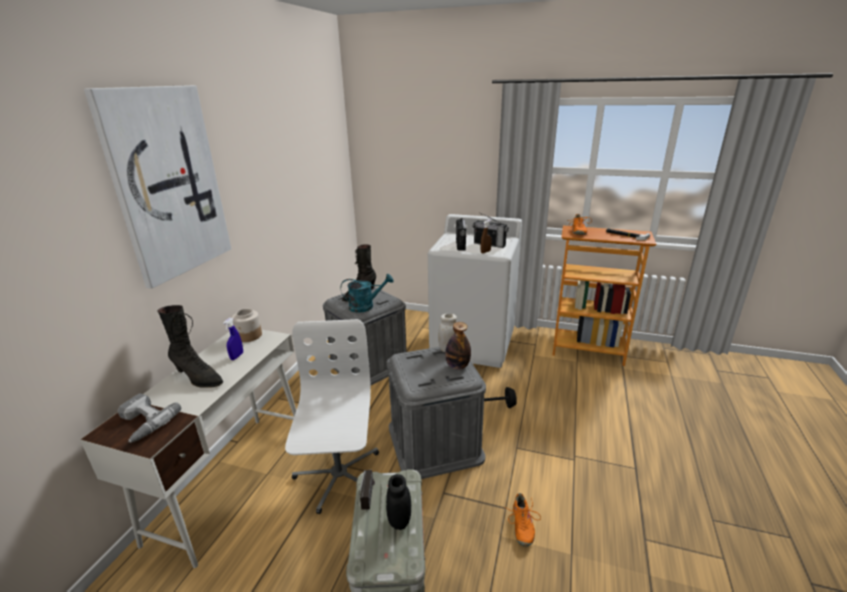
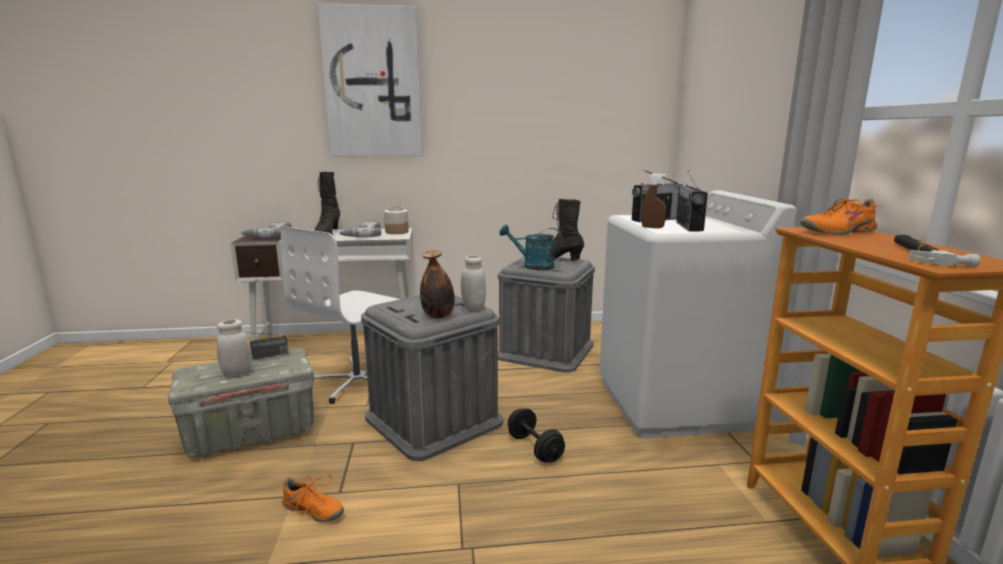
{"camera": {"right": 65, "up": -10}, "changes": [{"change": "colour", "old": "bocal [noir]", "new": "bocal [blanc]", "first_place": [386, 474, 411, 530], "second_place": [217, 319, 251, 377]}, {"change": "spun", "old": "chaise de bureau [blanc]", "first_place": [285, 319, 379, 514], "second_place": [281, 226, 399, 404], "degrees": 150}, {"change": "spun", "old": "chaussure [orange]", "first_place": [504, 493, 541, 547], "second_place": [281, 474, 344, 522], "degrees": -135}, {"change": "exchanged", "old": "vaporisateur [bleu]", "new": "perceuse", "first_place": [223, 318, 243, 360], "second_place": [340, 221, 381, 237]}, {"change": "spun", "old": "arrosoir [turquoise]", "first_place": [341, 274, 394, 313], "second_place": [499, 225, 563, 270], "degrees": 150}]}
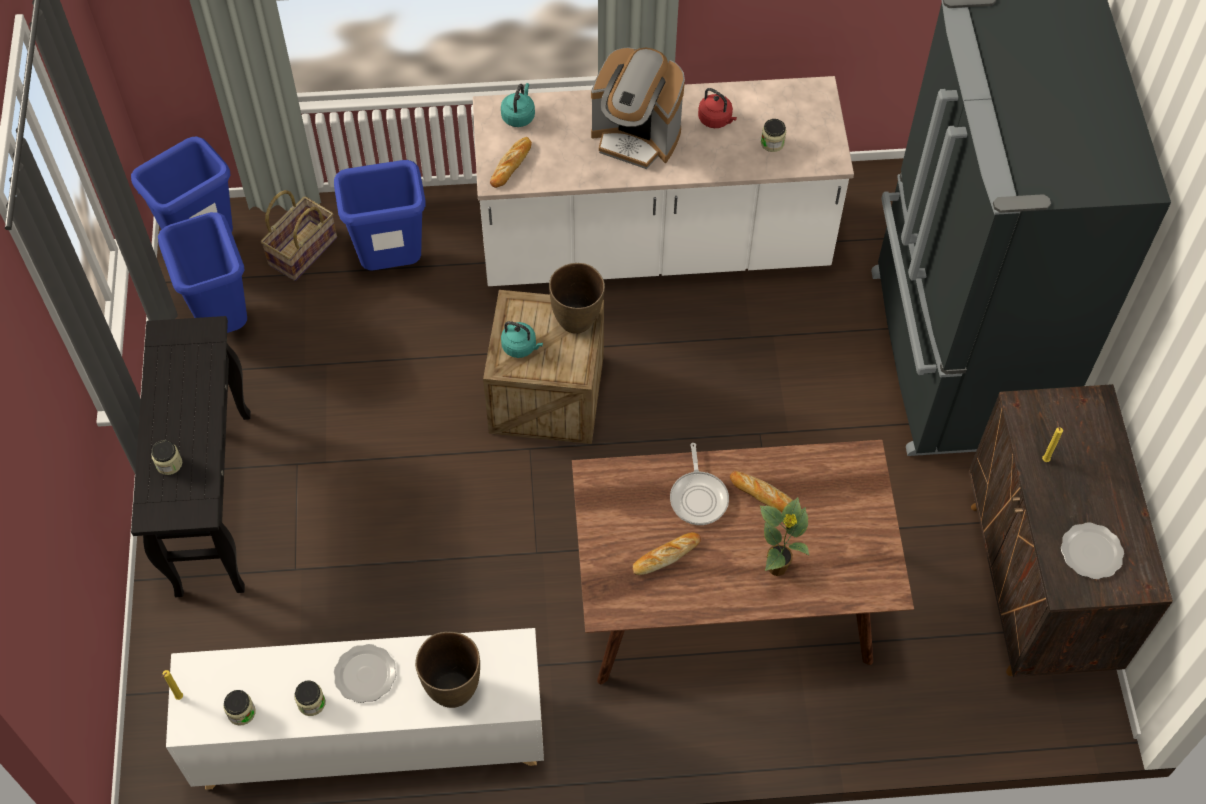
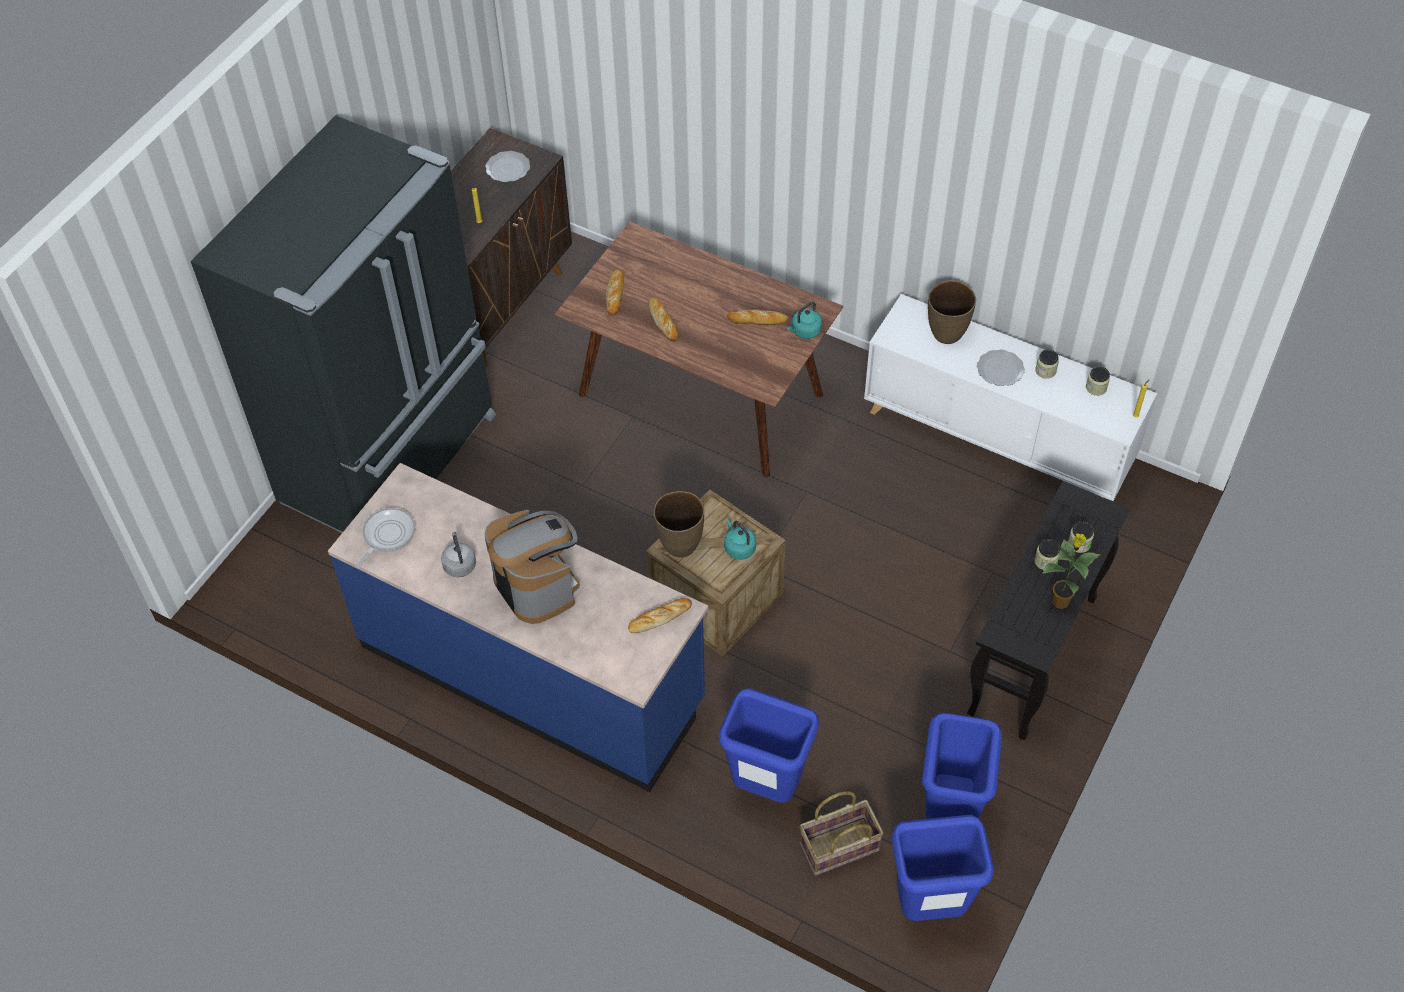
{"camera": {"right": -145, "up": -5}, "changes": [{"change": "colour", "old": "comptoir de cuisine [blanc]", "new": "comptoir de cuisine [bleu]", "first_place": [473, 76, 854, 286], "second_place": [328, 463, 708, 792]}, {"change": "relocated", "old": "poêle", "first_place": [670, 443, 729, 525], "second_place": [355, 508, 415, 569]}, {"change": "colour", "old": "bouilloire [rouge]", "new": "bouilloire [gris]", "first_place": [698, 88, 737, 128], "second_place": [441, 532, 476, 577]}, {"change": "appeared", "new": "pain", "second_place": [606, 270, 624, 315]}, {"change": "relocated", "old": "bouilloire [turquoise]", "first_place": [501, 83, 535, 127], "second_place": [787, 301, 822, 339]}, {"change": "relocated", "old": "bocal", "first_place": [761, 119, 786, 152], "second_place": [1034, 539, 1060, 570]}, {"change": "relocated", "old": "plante en pot", "first_place": [760, 497, 810, 576], "second_place": [1042, 533, 1101, 609]}]}
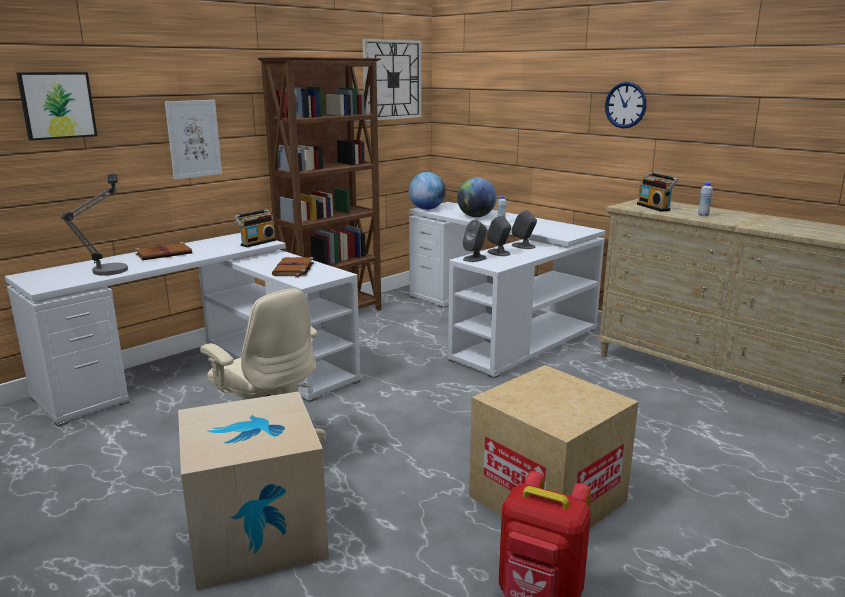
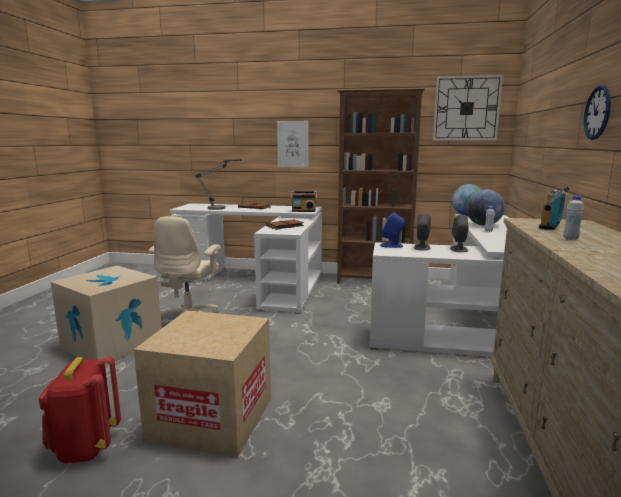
{"camera": {"right": 55, "up": -5}, "changes": [{"change": "colour", "old": "enceinte [gris]", "new": "enceinte [bleu]", "first_place": [462, 220, 487, 262], "second_place": [380, 212, 405, 248]}, {"change": "missing", "old": "tableau", "first_place": [16, 72, 97, 141]}]}
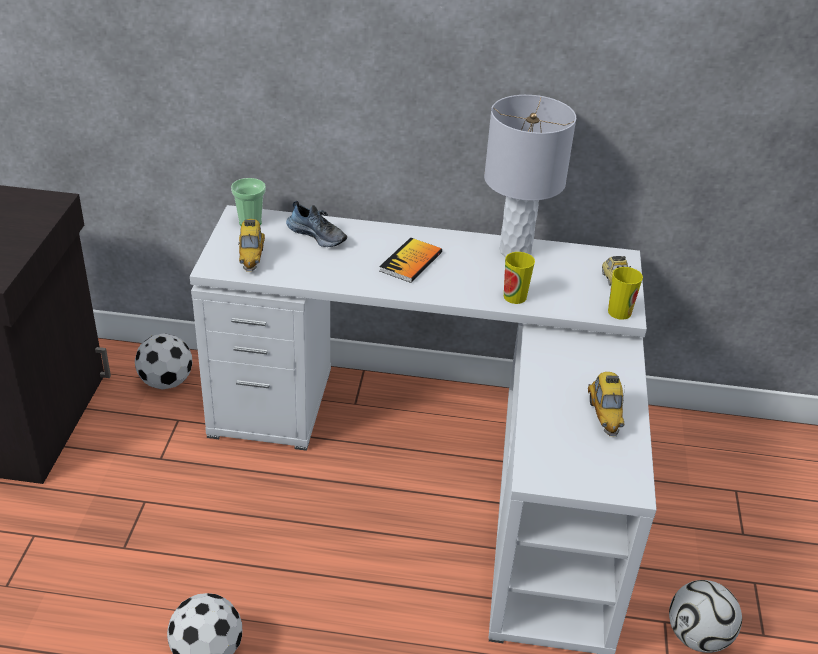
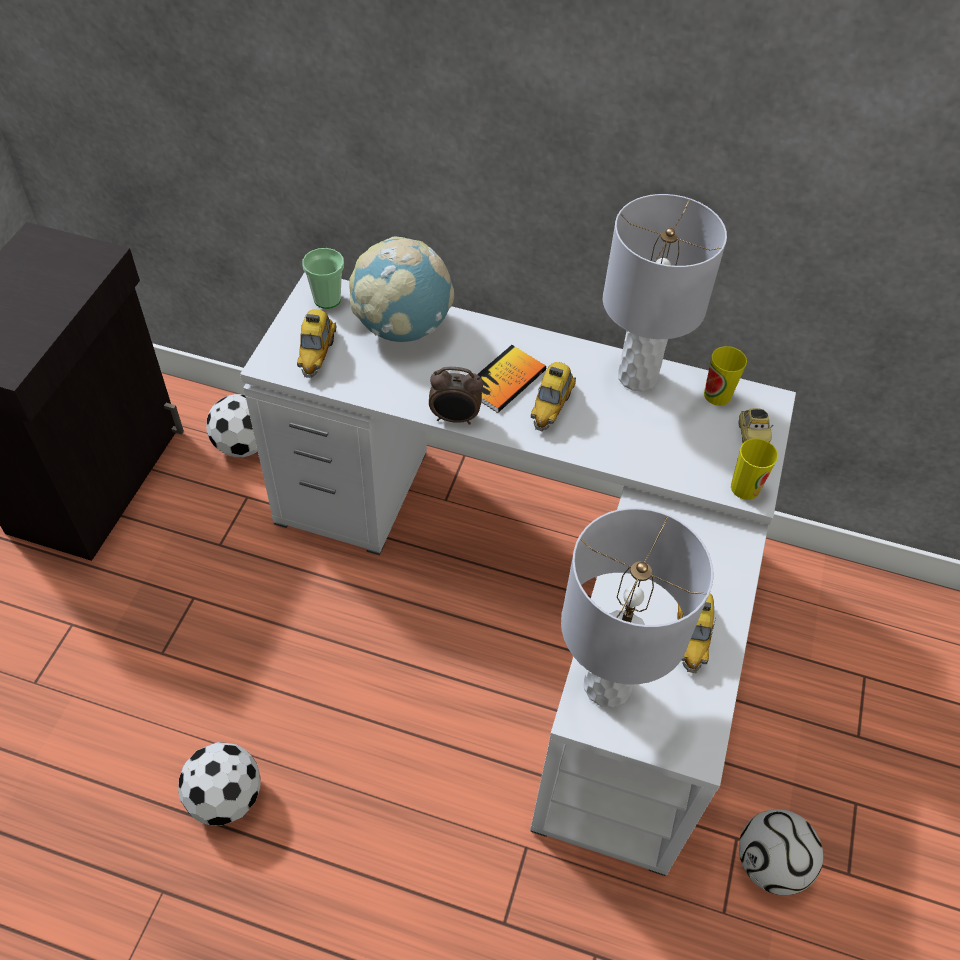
{"camera": {"right": 10, "up": 15}, "changes": [{"change": "exchanged", "old": "chaussure", "new": "globe", "first_place": [286, 201, 347, 247], "second_place": [349, 237, 454, 342]}, {"change": "appeared", "new": "réveil", "second_place": [429, 367, 483, 425]}, {"change": "appeared", "new": "petite voiture", "second_place": [531, 362, 576, 431]}, {"change": "appeared", "new": "lampe de table [gris]", "second_place": [561, 508, 713, 708]}, {"change": "relocated", "old": "tasse", "first_place": [504, 252, 535, 304], "second_place": [704, 346, 747, 406]}]}
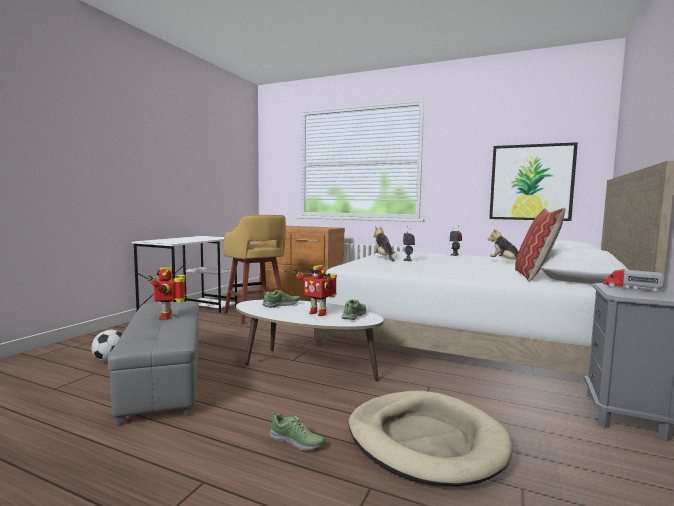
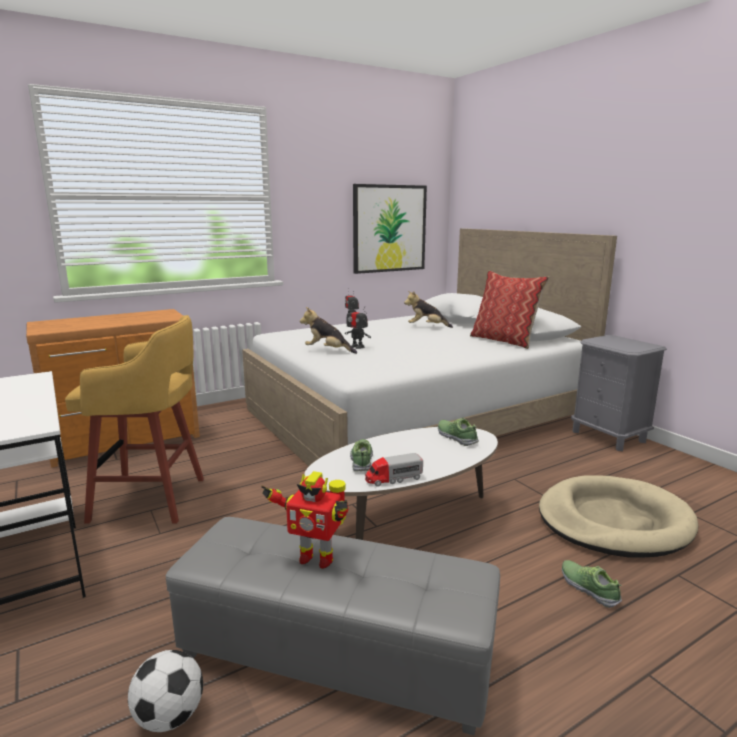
{"camera": {"right": -55, "up": 10}, "changes": [{"change": "relocated", "old": "camion jouet", "first_place": [603, 269, 665, 292], "second_place": [365, 453, 423, 487]}, {"change": "spun", "old": "chaussure", "first_place": [270, 412, 324, 450], "second_place": [562, 560, 622, 608], "degrees": -90}, {"change": "missing", "old": "robot jouet", "first_place": [294, 265, 337, 316]}]}
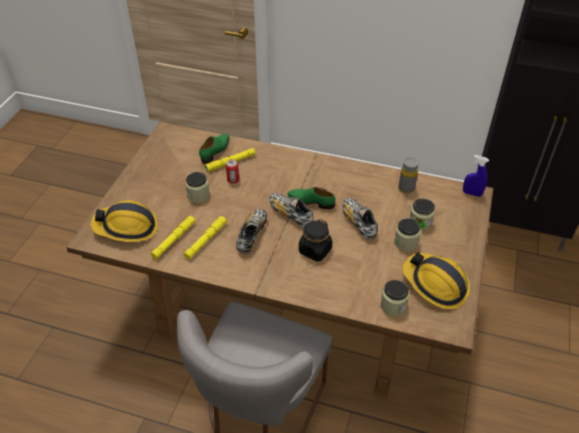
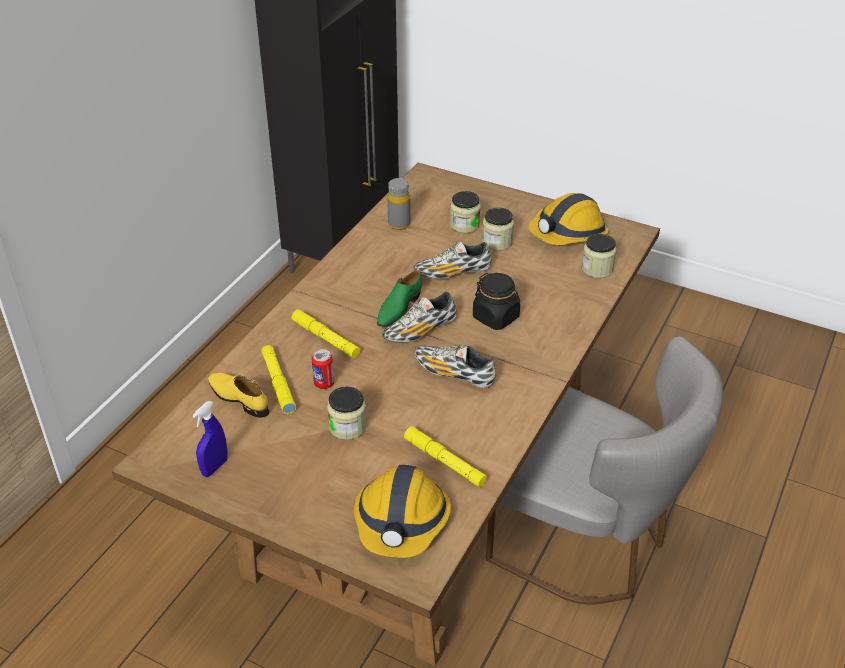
{"camera": {"right": -80, "up": -5}, "changes": [{"change": "relocated", "old": "vaporisateur [bleu]", "first_place": [463, 155, 489, 197], "second_place": [192, 401, 228, 477]}, {"change": "colour", "old": "chaussure [vert]", "new": "chaussure [jaune]", "first_place": [199, 134, 230, 164], "second_place": [208, 373, 269, 418]}, {"change": "relocated", "old": "lampe de poche [jaune]", "first_place": [183, 216, 227, 260], "second_place": [292, 309, 361, 358]}]}
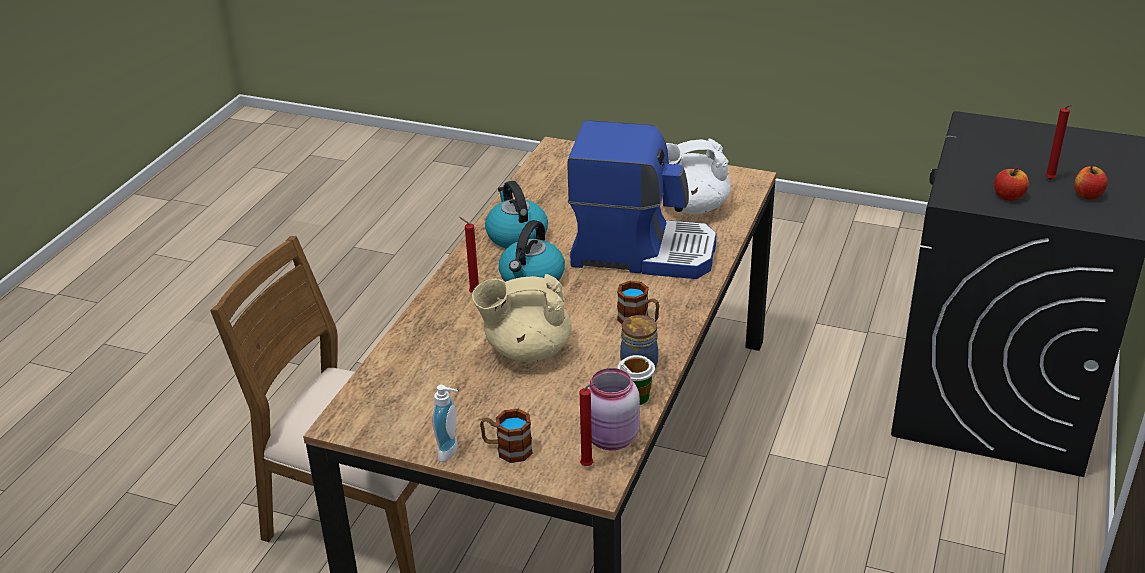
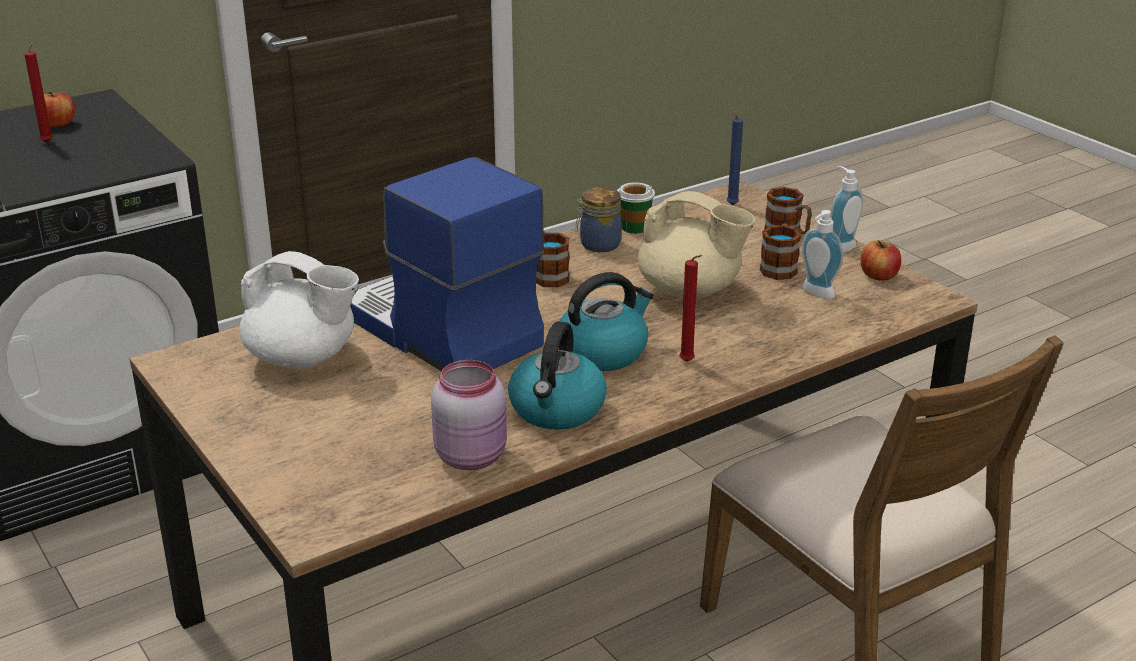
{"camera": {"right": -145, "up": -5}, "changes": [{"change": "relocated", "old": "bocal [rose]", "first_place": [587, 368, 640, 450], "second_place": [431, 360, 507, 470]}, {"change": "colour", "old": "bougie [rouge]", "new": "bougie [bleu]", "first_place": [580, 383, 597, 466], "second_place": [727, 108, 743, 205]}, {"change": "appeared", "new": "mug", "second_place": [760, 223, 801, 280]}, {"change": "appeared", "new": "distributeur de savon", "second_place": [802, 210, 843, 299]}, {"change": "relocated", "old": "pomme", "first_place": [994, 168, 1029, 201], "second_place": [861, 240, 901, 281]}]}
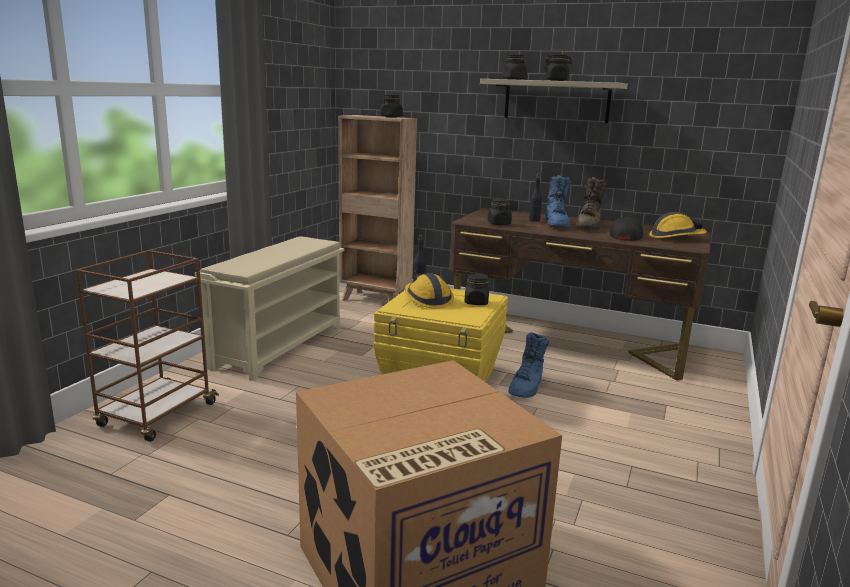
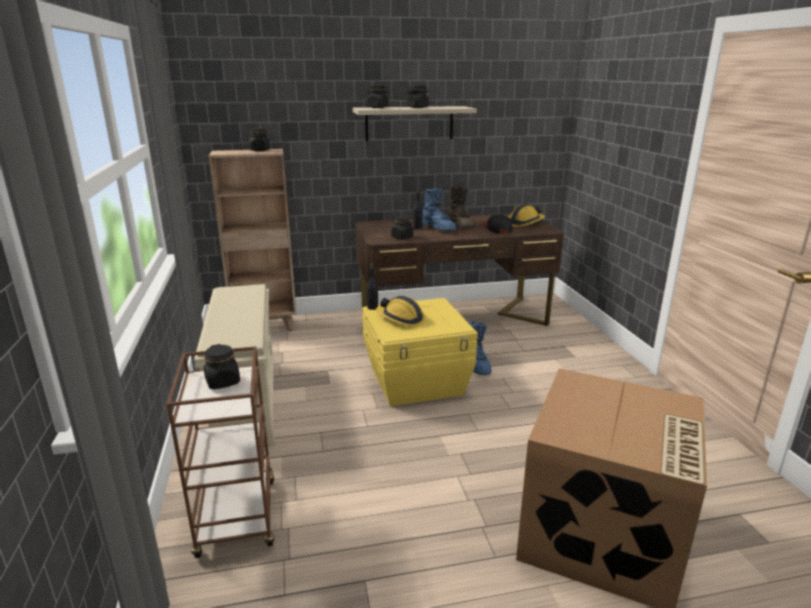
{"camera": {"right": -35, "up": 5}, "changes": [{"change": "relocated", "old": "bocal [noir]", "first_place": [464, 273, 489, 305], "second_place": [204, 344, 240, 389]}]}
